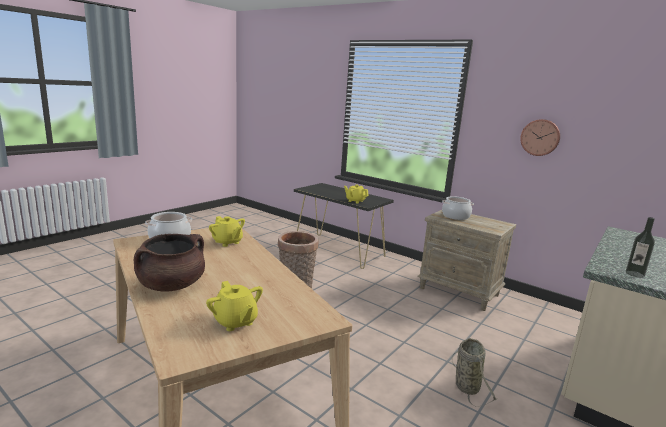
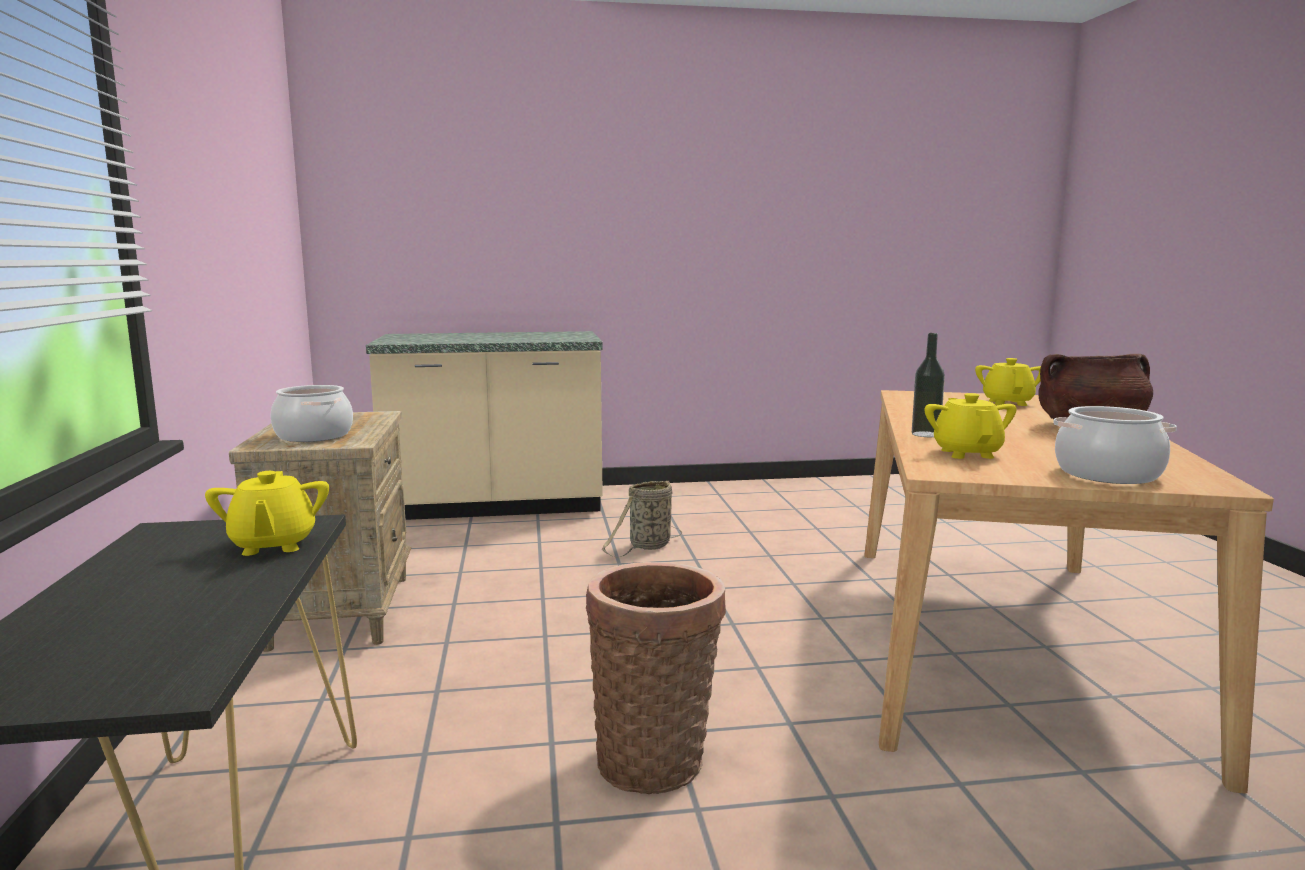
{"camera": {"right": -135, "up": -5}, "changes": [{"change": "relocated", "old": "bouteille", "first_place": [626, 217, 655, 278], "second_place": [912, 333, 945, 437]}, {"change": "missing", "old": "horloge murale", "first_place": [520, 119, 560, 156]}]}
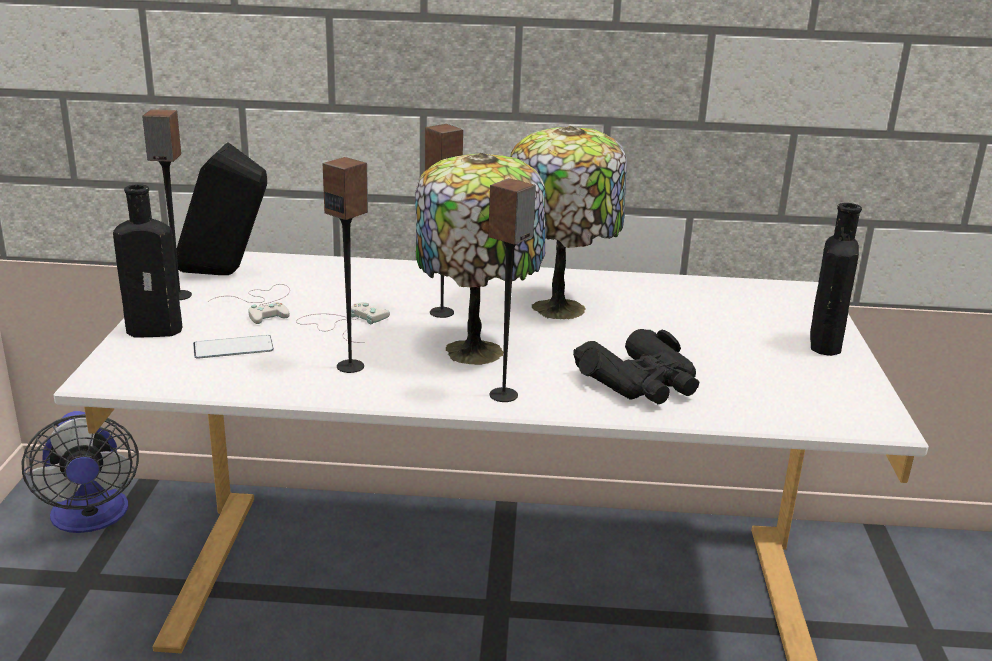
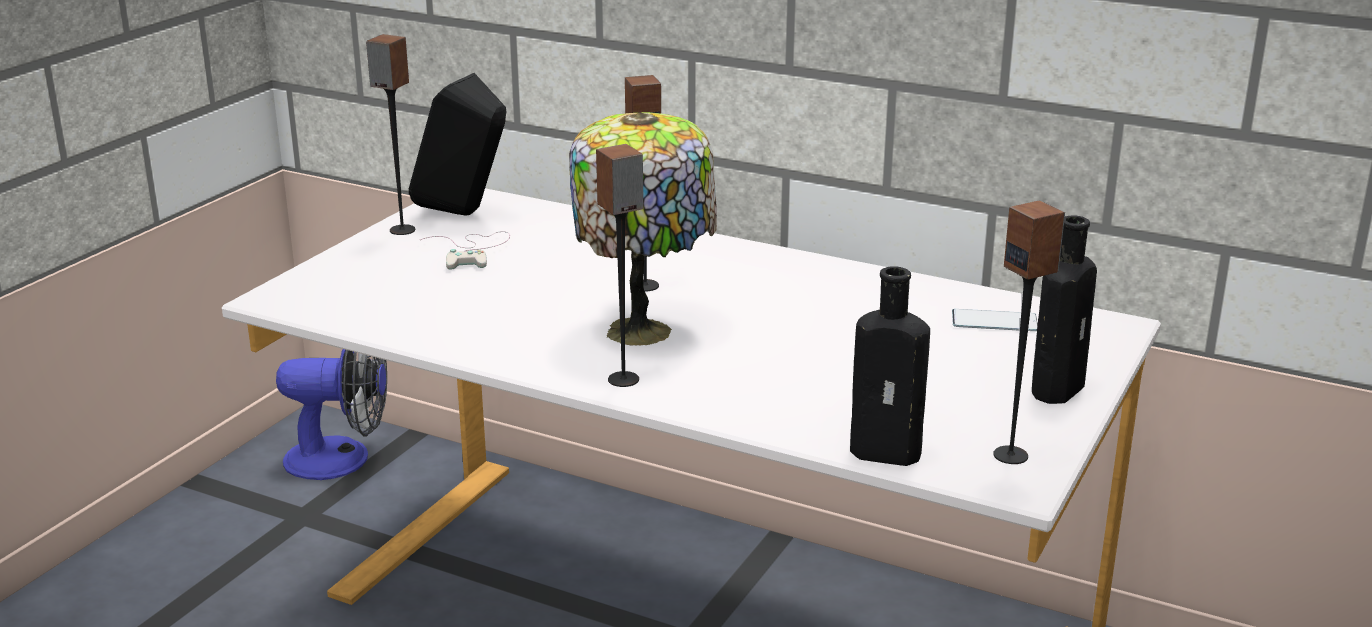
{"camera": {"right": 25, "up": 0}, "changes": [{"change": "spun", "old": "ventilateur", "first_place": [21, 411, 139, 533], "second_place": [276, 349, 387, 480], "degrees": -90}, {"change": "relocated", "old": "bouteille [noir]", "first_place": [113, 184, 182, 338], "second_place": [850, 267, 930, 466]}, {"change": "relocated", "old": "téléphone", "first_place": [193, 335, 274, 358], "second_place": [952, 309, 1038, 331]}, {"change": "relocated", "old": "enceinte", "first_place": [323, 157, 368, 373], "second_place": [993, 201, 1065, 464]}, {"change": "missing", "old": "manette [blanc]", "first_place": [296, 302, 390, 343]}, {"change": "missing", "old": "lampe de table", "first_place": [510, 126, 627, 319]}, {"change": "missing", "old": "jumelles [noir]", "first_place": [573, 329, 699, 404]}]}
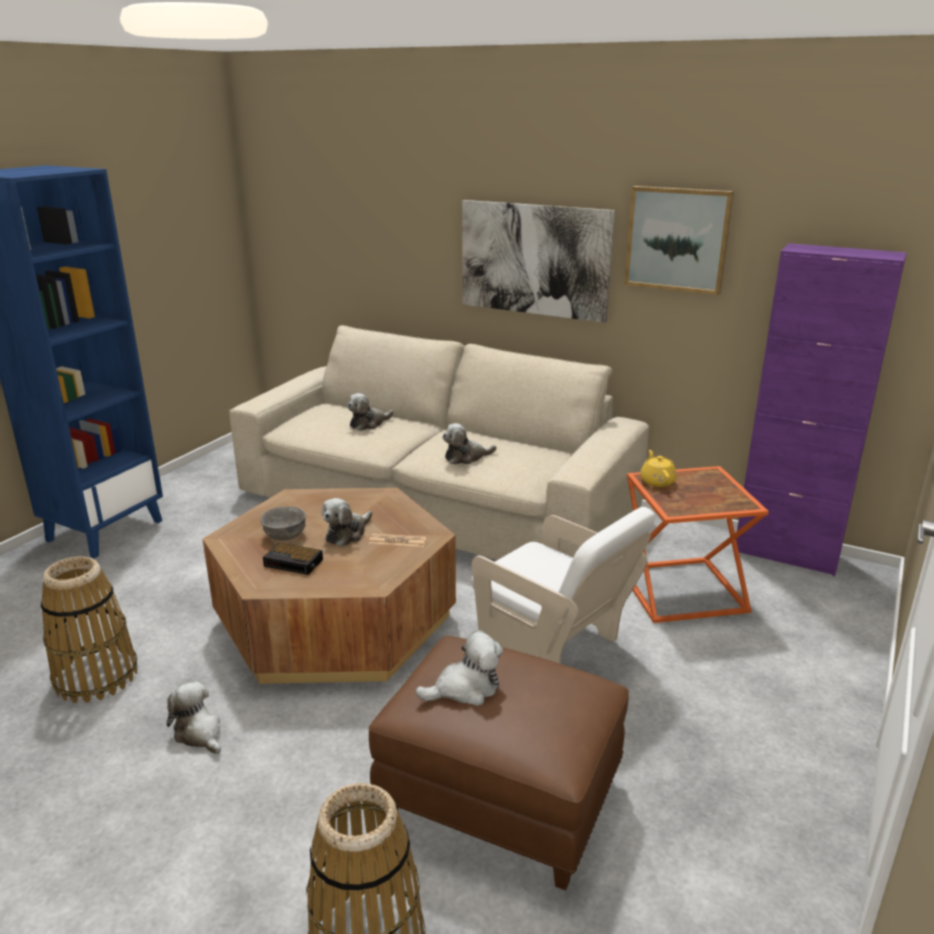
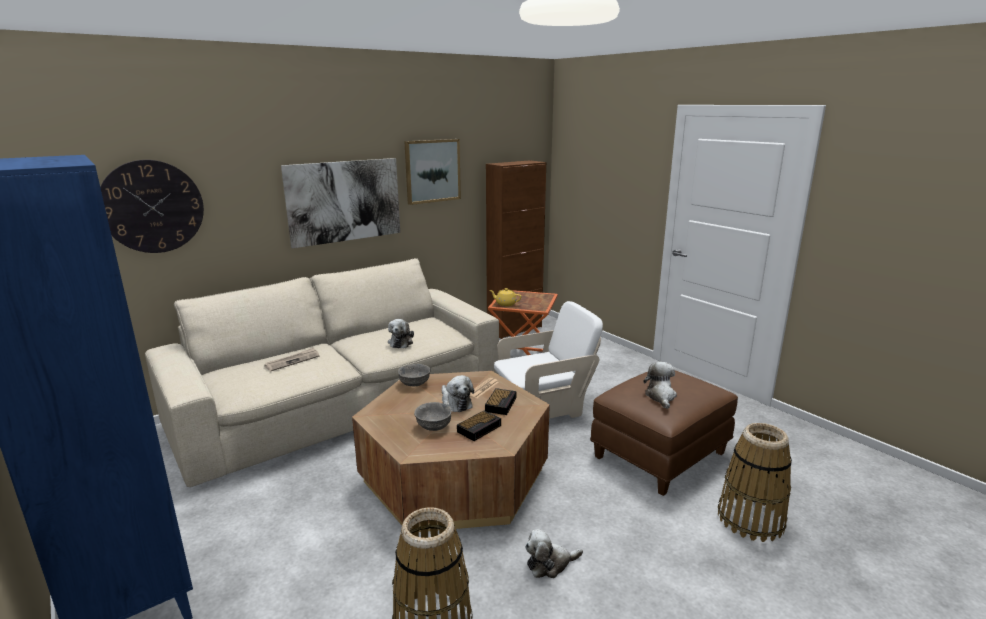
{"camera": {"right": -65, "up": -5}, "changes": [{"change": "appeared", "new": "horloge murale", "second_place": [100, 160, 204, 253]}, {"change": "exchanged", "old": "peluche", "new": "journal", "first_place": [347, 393, 394, 431], "second_place": [265, 347, 319, 371]}, {"change": "appeared", "new": "bol [gris]", "second_place": [398, 364, 431, 386]}, {"change": "appeared", "new": "réveil", "second_place": [485, 388, 516, 415]}, {"change": "colour", "old": "meuble de rangement [violet]", "new": "meuble de rangement [marron]", "first_place": [736, 243, 907, 576], "second_place": [486, 160, 546, 339]}]}
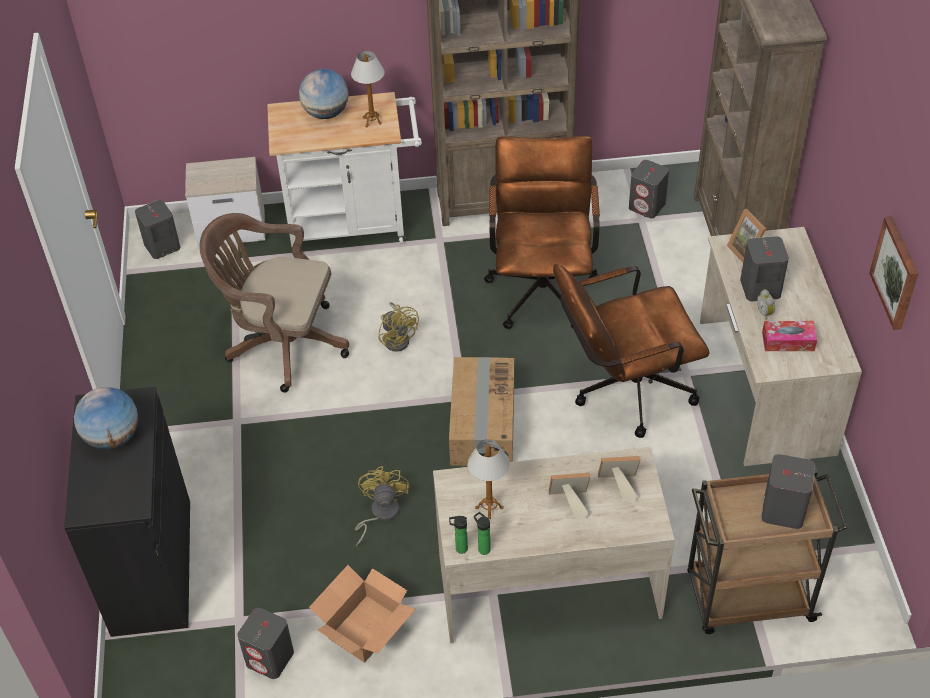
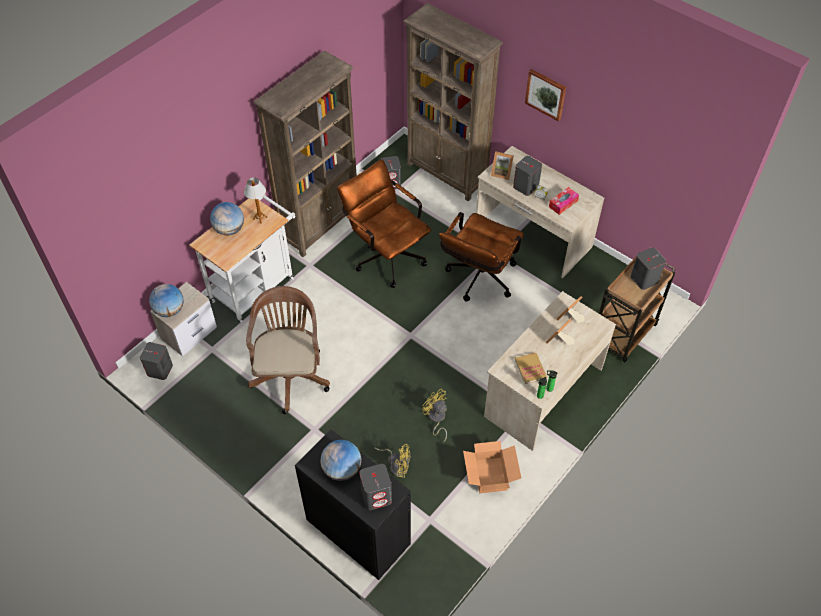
{"camera": {"right": -45, "up": 5}, "changes": [{"change": "appeared", "new": "globe", "second_place": [149, 284, 184, 317]}, {"change": "spun", "old": "chaise de bureau [marron]", "first_place": [200, 213, 349, 393], "second_place": [246, 286, 330, 414], "degrees": 120}, {"change": "relocated", "old": "enceinte [gris]", "first_place": [237, 608, 294, 679], "second_place": [359, 464, 392, 510]}, {"change": "relocated", "old": "ventilateur [jaune]", "first_place": [378, 302, 419, 352], "second_place": [375, 444, 410, 478]}, {"change": "exchanged", "old": "lampe de table", "new": "livre", "first_place": [467, 439, 510, 519], "second_place": [515, 353, 547, 384]}, {"change": "relocated", "old": "tableau", "first_place": [869, 216, 918, 330], "second_place": [525, 69, 566, 121]}, {"change": "missing", "old": "carton", "first_place": [449, 357, 514, 466]}]}
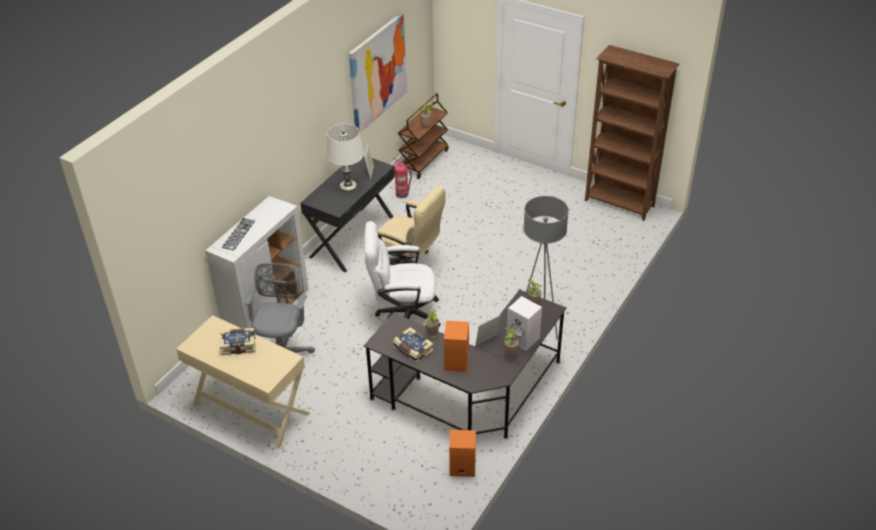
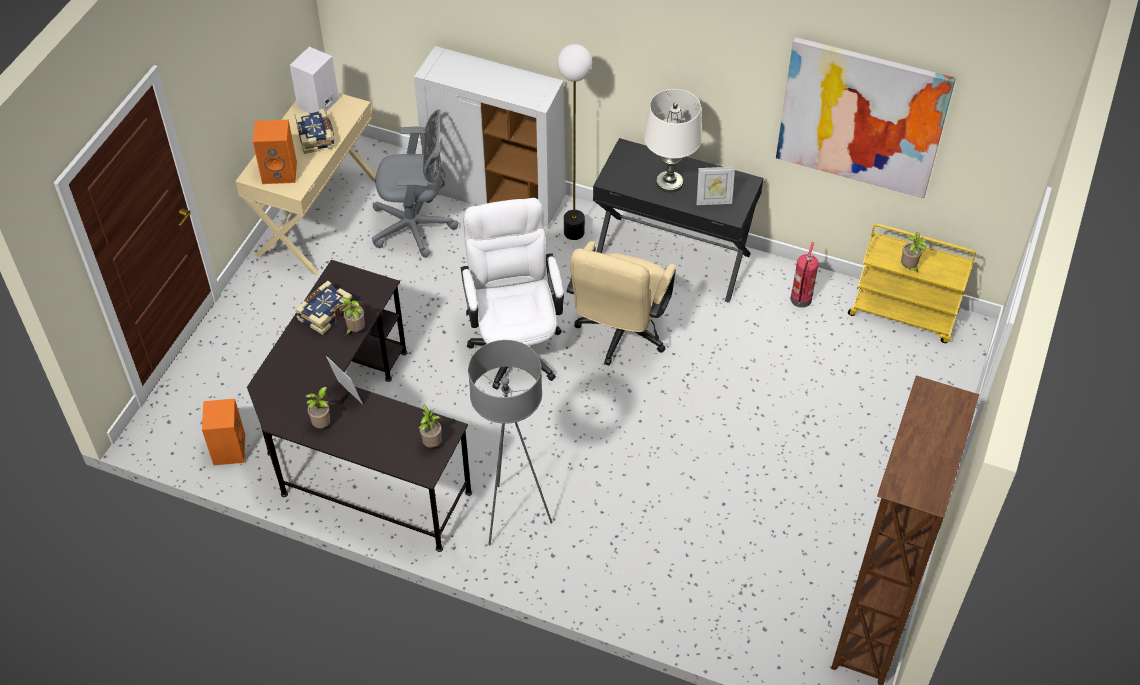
{"camera": {"right": 80, "up": 10}, "changes": [{"change": "relocated", "old": "enceinte [orange]", "first_place": [444, 320, 469, 372], "second_place": [253, 120, 297, 184]}, {"change": "relocated", "old": "enceinte [blanc]", "first_place": [507, 296, 542, 351], "second_place": [290, 47, 339, 113]}, {"change": "appeared", "new": "lampadaire", "second_place": [557, 44, 592, 240]}, {"change": "colour", "old": "chariot [marron]", "new": "chariot [jaune]", "first_place": [398, 93, 449, 179], "second_place": [848, 224, 976, 343]}, {"change": "missing", "old": "clavier", "first_place": [222, 218, 255, 250]}]}
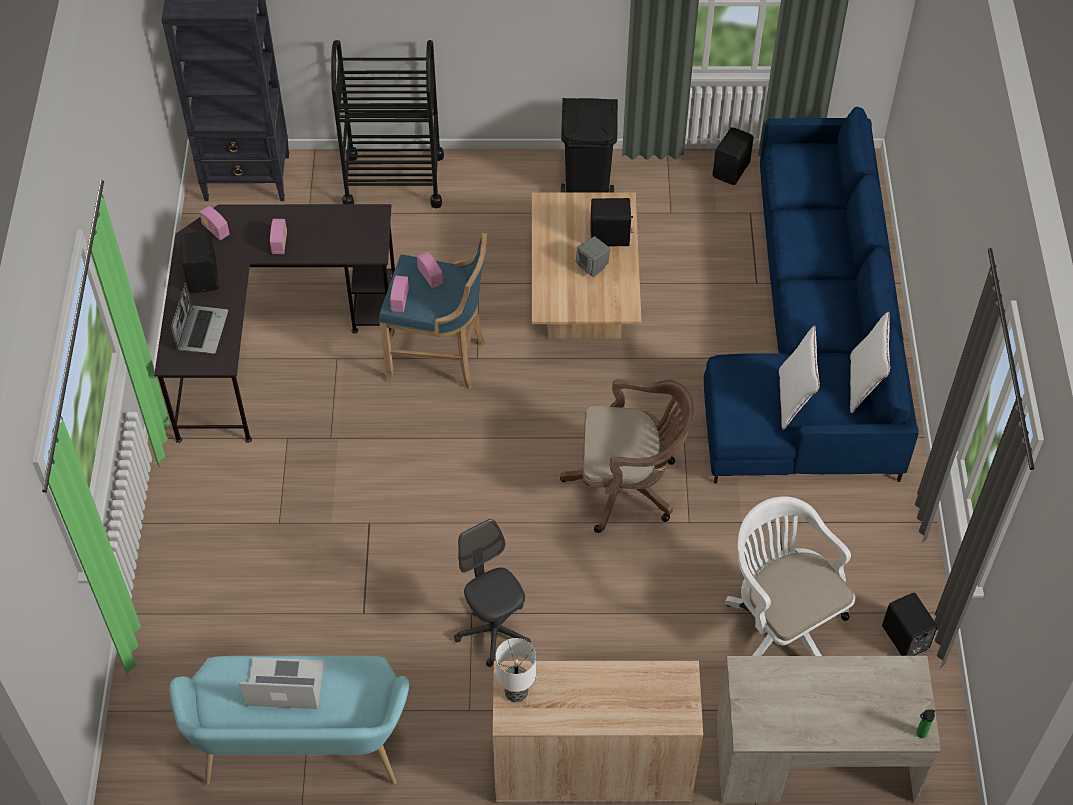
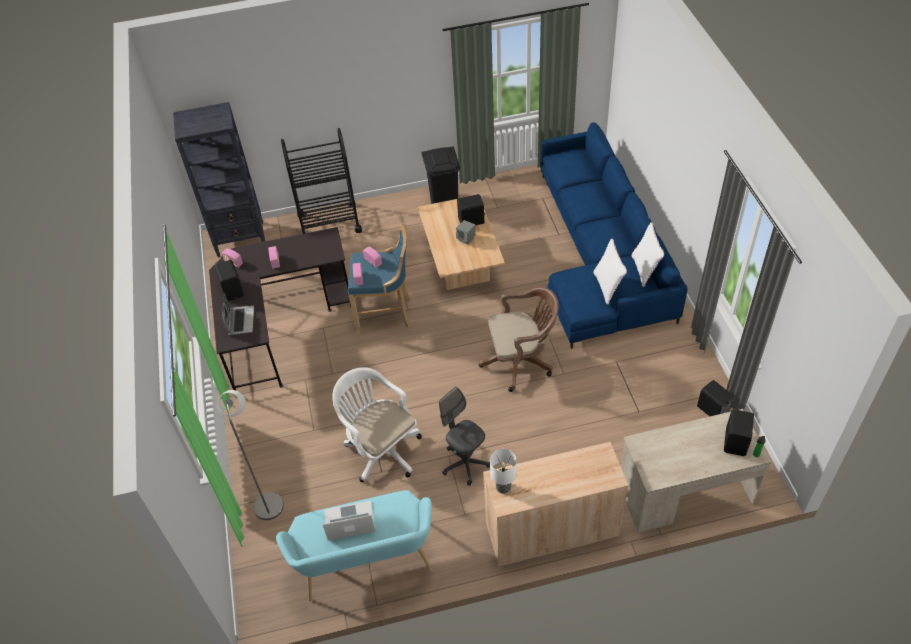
{"camera": {"right": -10, "up": -5}, "changes": [{"change": "appeared", "new": "lampadaire [gris]", "second_place": [217, 390, 284, 520]}, {"change": "relocated", "old": "chaise de bureau [blanc]", "first_place": [725, 496, 855, 656], "second_place": [332, 367, 422, 482]}, {"change": "relocated", "old": "enceinte [noir]", "first_place": [713, 127, 754, 185], "second_place": [724, 409, 754, 456]}]}
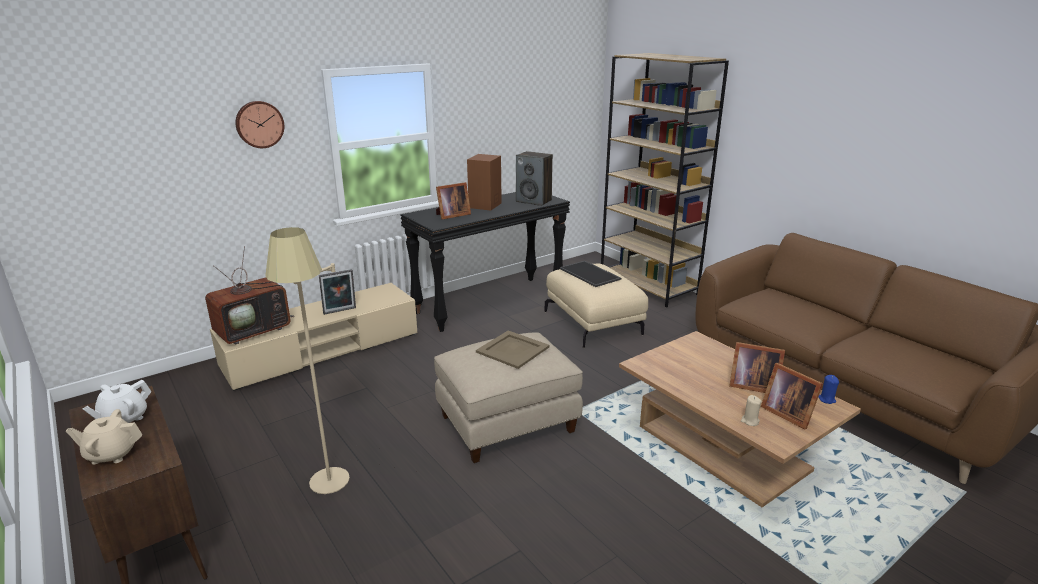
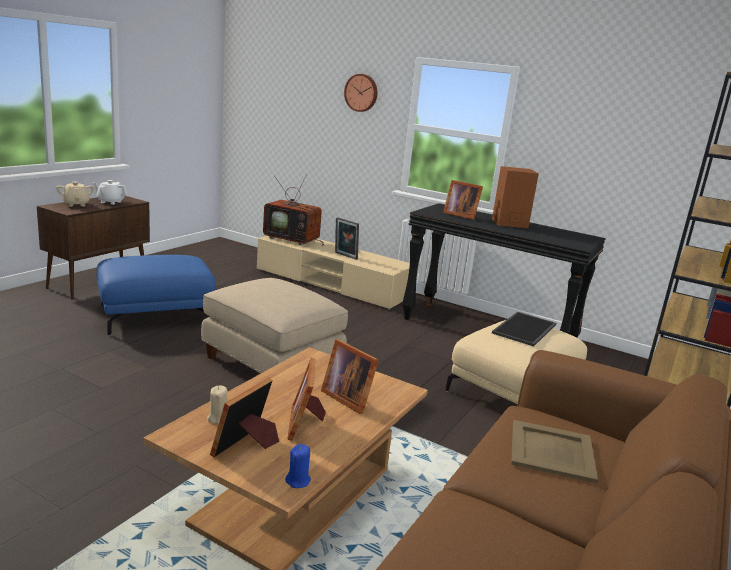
{"camera": {"right": 65, "up": -5}, "changes": [{"change": "exchanged", "old": "lampadaire [beige]", "new": "pouf [bleu]", "first_place": [265, 227, 350, 494], "second_place": [97, 255, 216, 335]}, {"change": "appeared", "new": "cadre photo", "second_place": [321, 339, 379, 414]}, {"change": "relocated", "old": "plateau [beige]", "first_place": [476, 330, 550, 369], "second_place": [511, 420, 598, 483]}, {"change": "missing", "old": "enceinte", "first_place": [516, 151, 553, 206]}]}
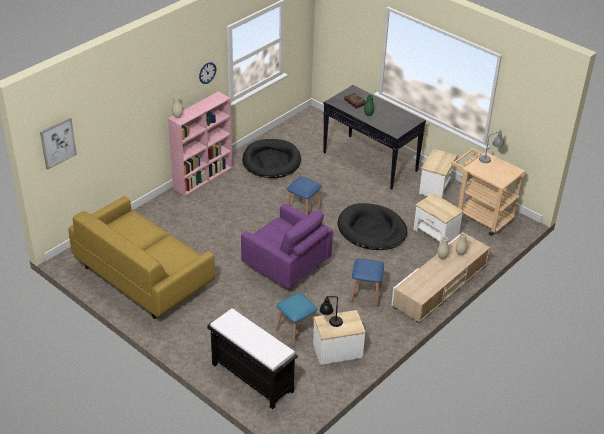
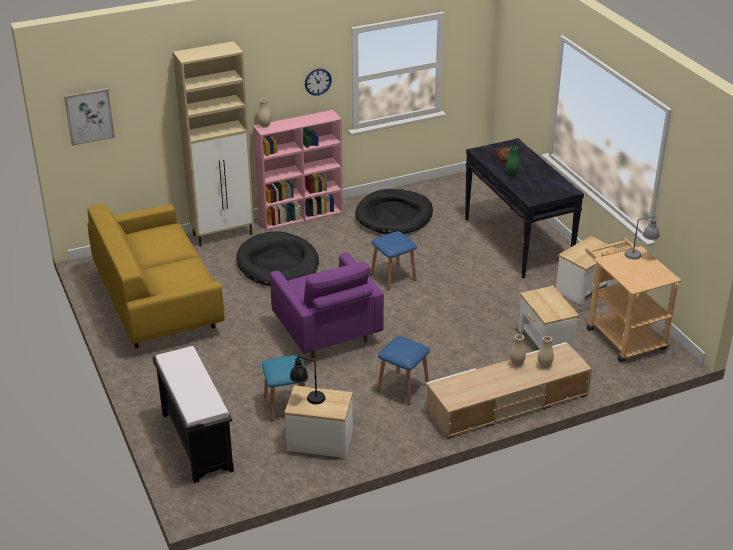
{"camera": {"right": 25, "up": -5}, "changes": [{"change": "appeared", "new": "meuble de rangement [beige]", "second_place": [173, 41, 254, 246]}, {"change": "relocated", "old": "panier pour chien [noir]", "first_place": [338, 203, 407, 250], "second_place": [236, 231, 319, 286]}]}
